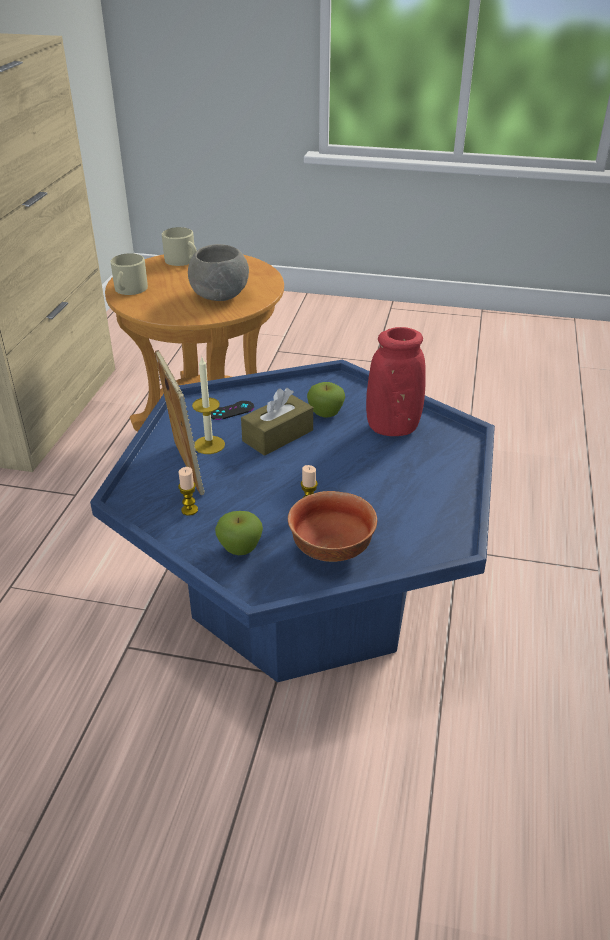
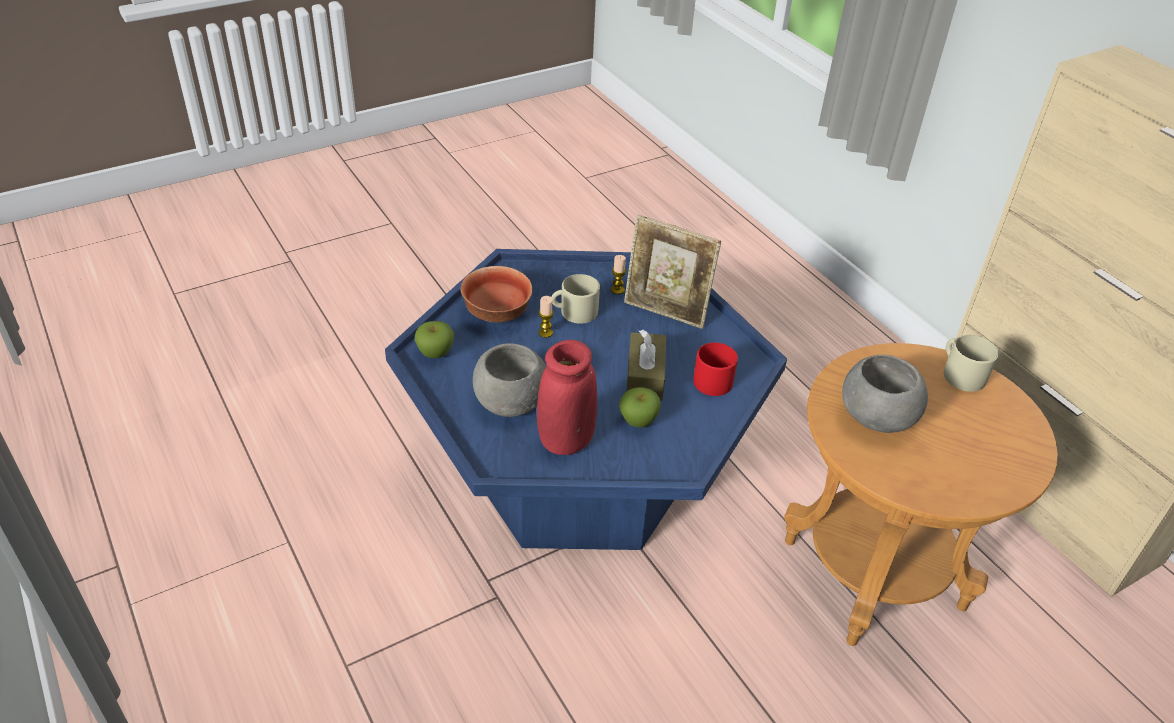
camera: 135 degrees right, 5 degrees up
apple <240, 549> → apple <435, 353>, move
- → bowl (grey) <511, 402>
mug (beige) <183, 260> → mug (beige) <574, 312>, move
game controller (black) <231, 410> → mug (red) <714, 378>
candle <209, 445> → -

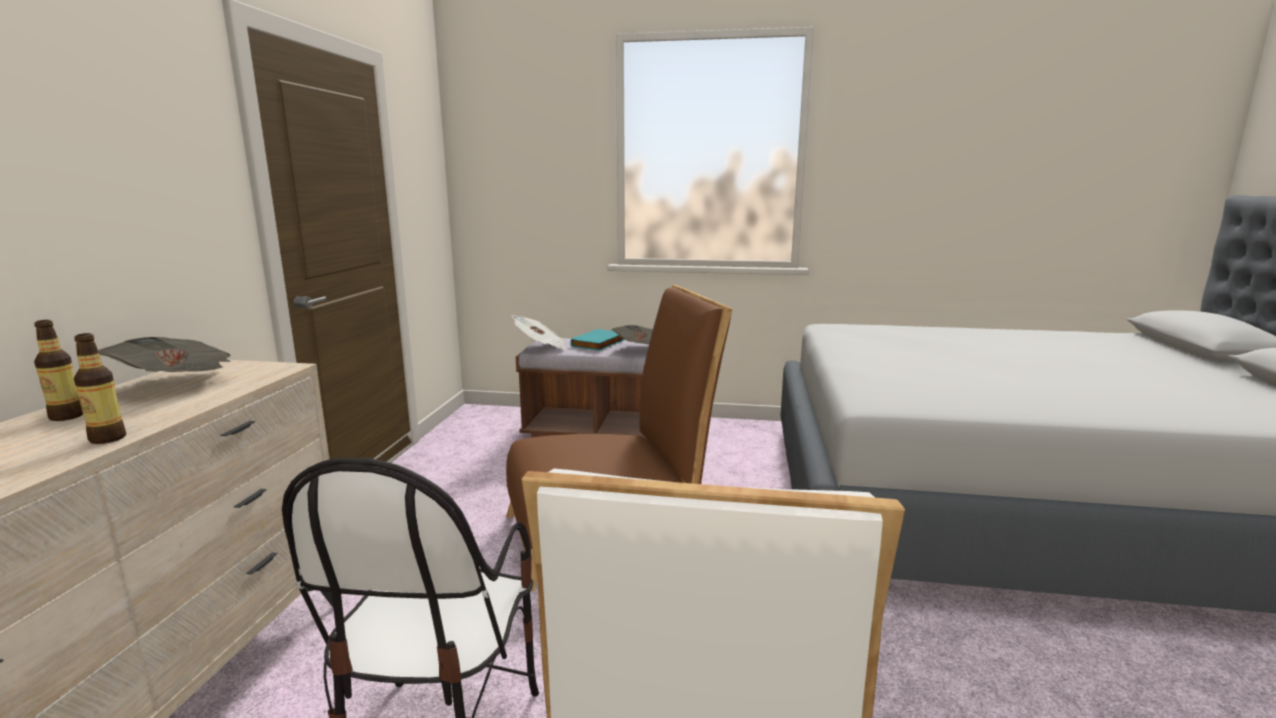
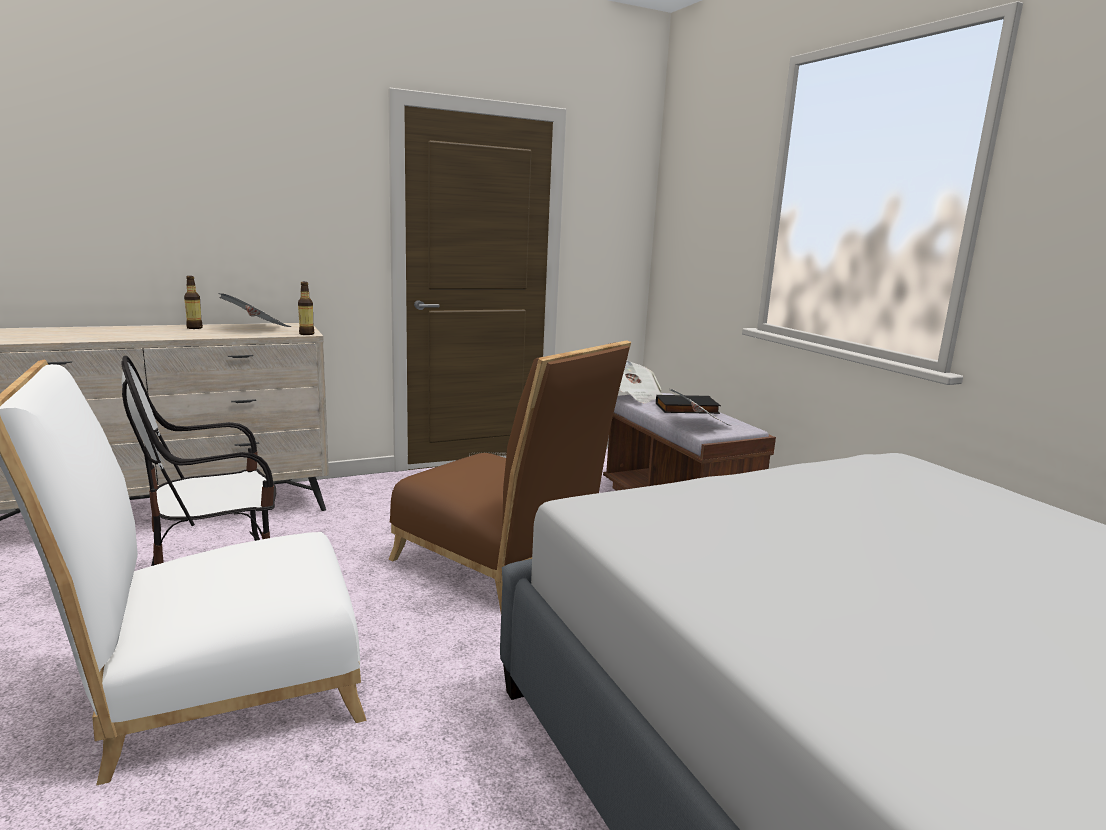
camera: 55 degrees right, 0 degrees up
bottle <108, 438> → bottle <306, 334>, move
book (turquoise) <599, 343> → book (black) <686, 409>

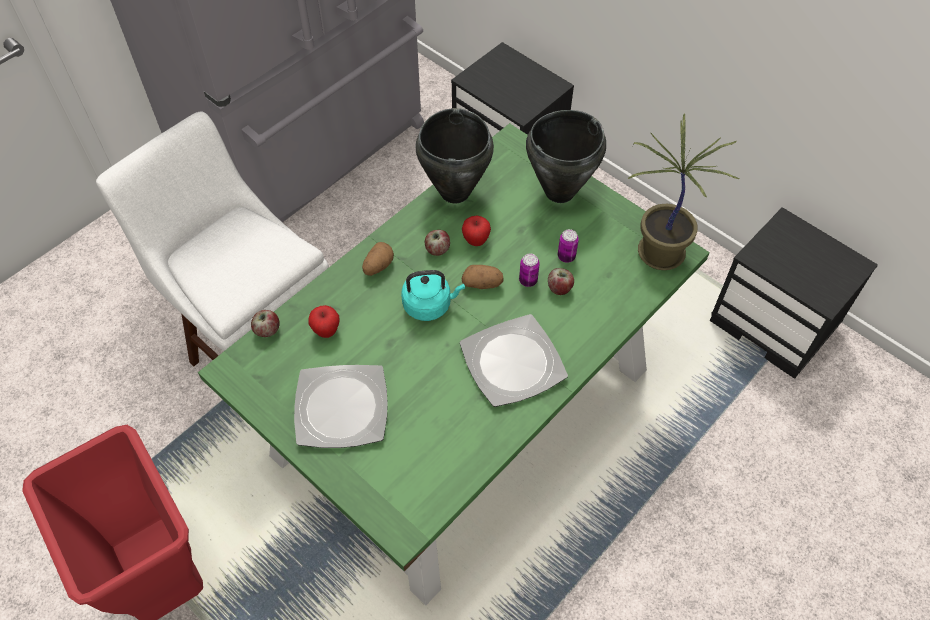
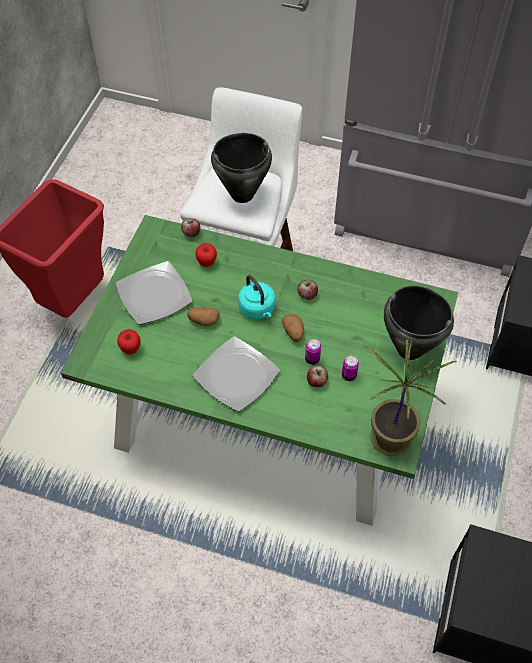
camera: 65 degrees right, 0 degrees up
apple <476, 241> → apple <131, 349>, move
potato <378, 266> → potato <203, 321>, move
cooking pot (black) <454, 192> → cooking pot (black) <241, 194>, move

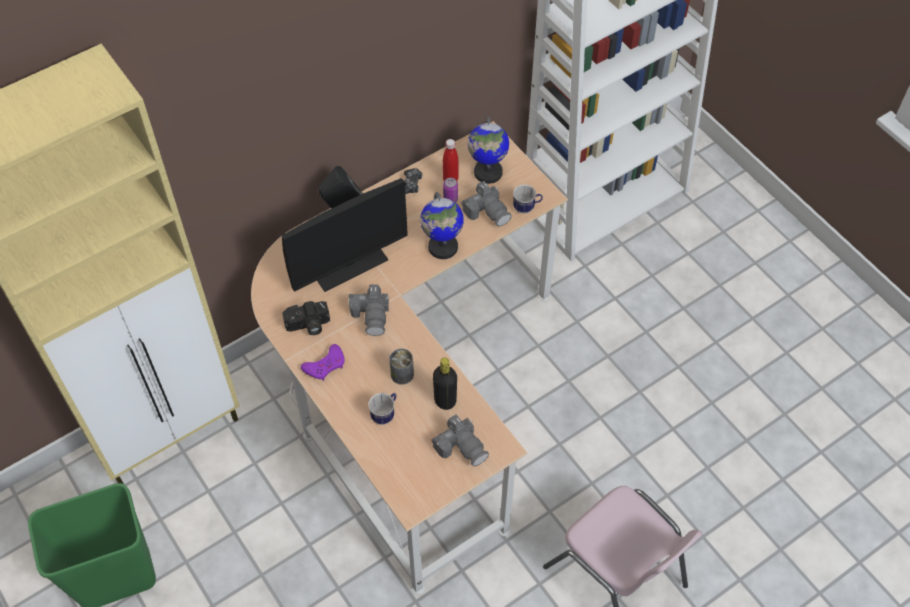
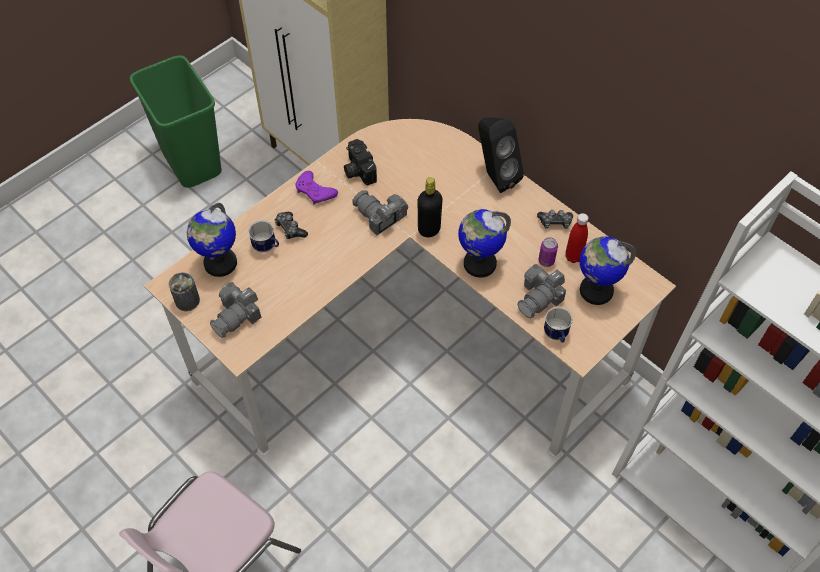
camera: 80 degrees right, 0 degrees up
can <402, 374> → can <187, 300>, move
- → globe <220, 263>
- → game controller <290, 229>
photo camera <372, 315> → photo camera <379, 217>, 60 degrees clockwise
bottle (black) <445, 400> → bottle (black) <429, 229>, move
monitor <348, 264> → -

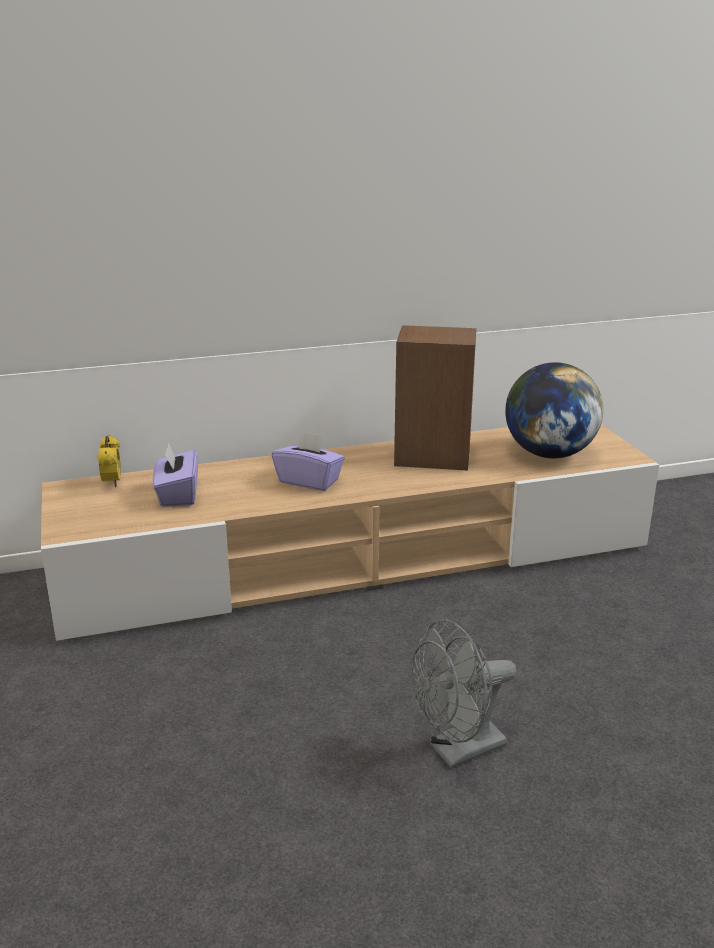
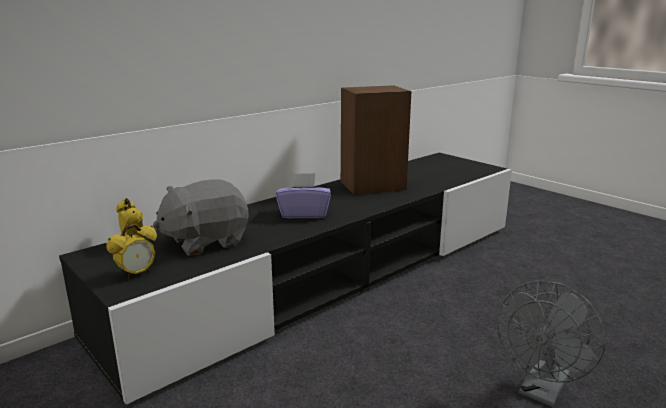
camera: 25 degrees left, 5 degrees down
tv stand (beige) <358, 560> → tv stand (black) <333, 275>
- → alarm clock <137, 274>
tissue box (purple) <177, 495> → plush toy (grey) <205, 241>
globe <549, 454> → -

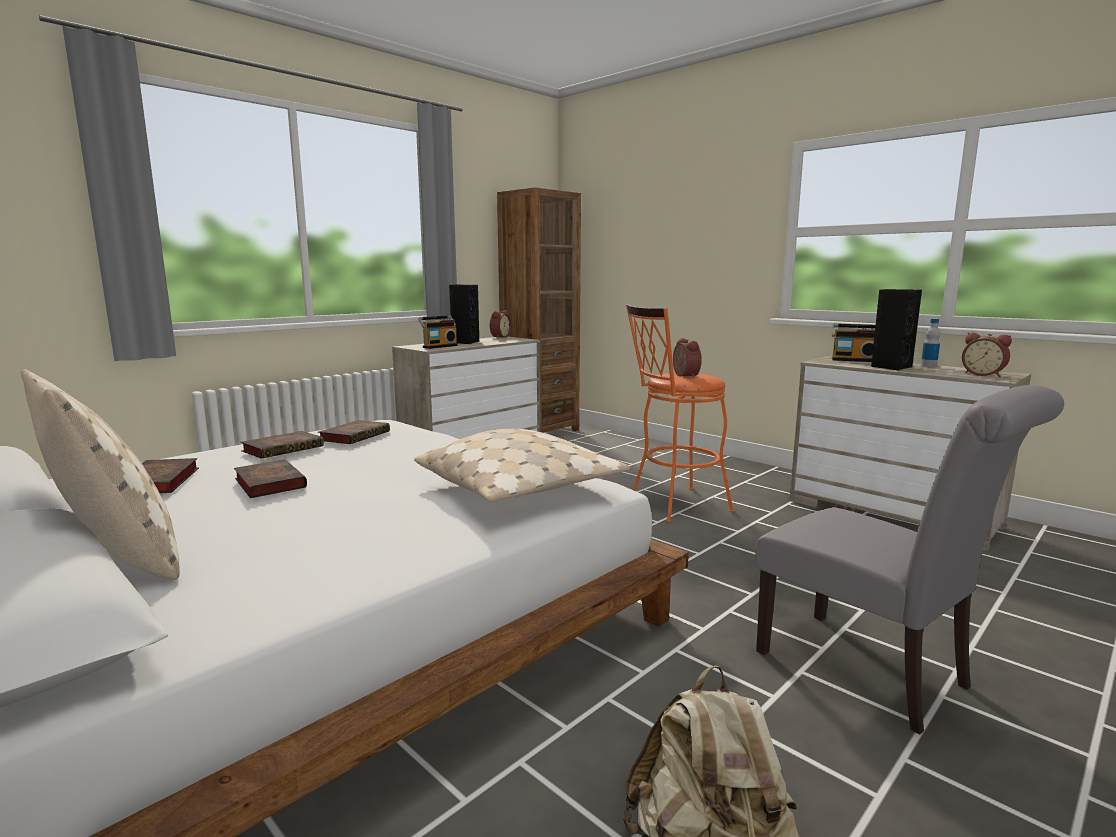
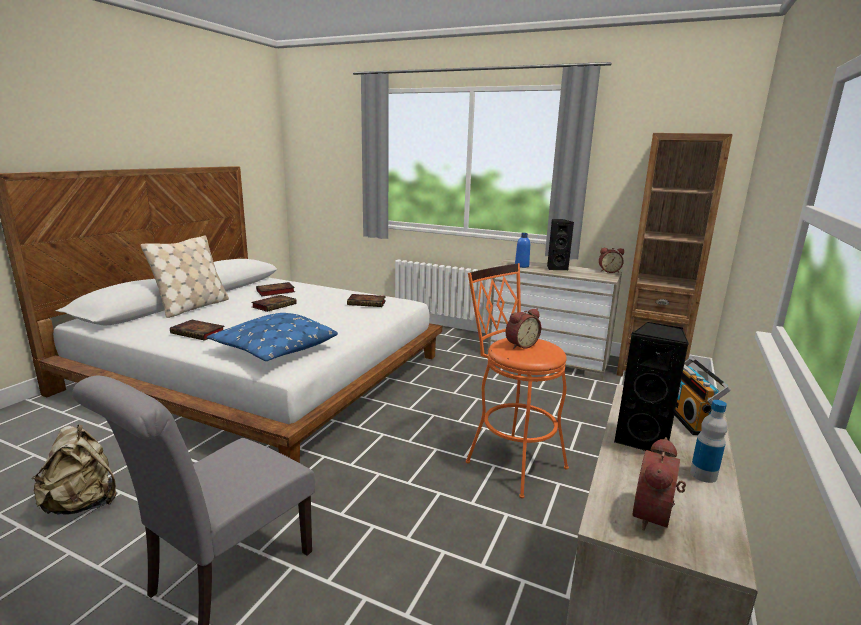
camera: 70 degrees right, 5 degrees up
book <284, 449> → book <199, 333>, move
pillow (beige) <521, 488> → pillow (blue) <273, 350>
radio <439, 346> → bottle (blue) <521, 266>

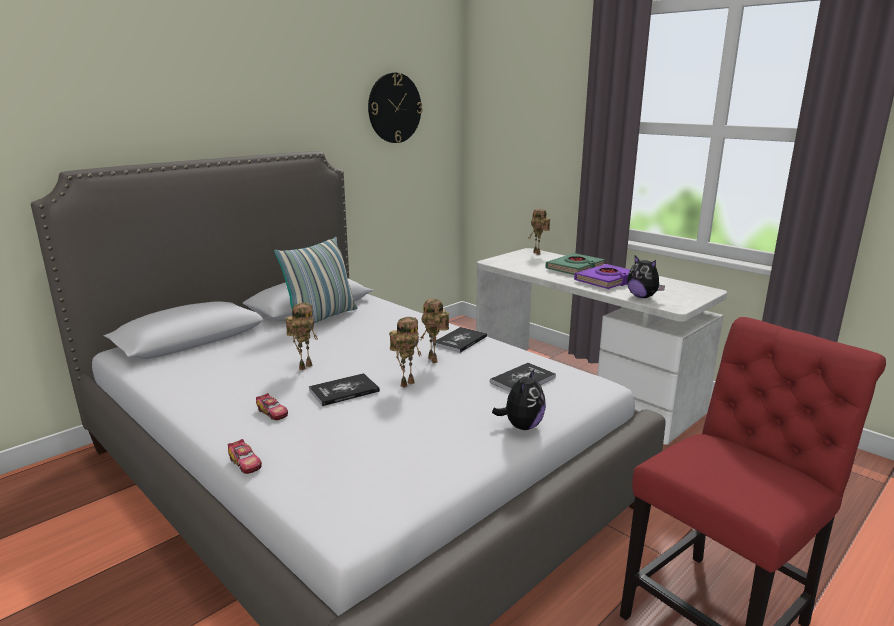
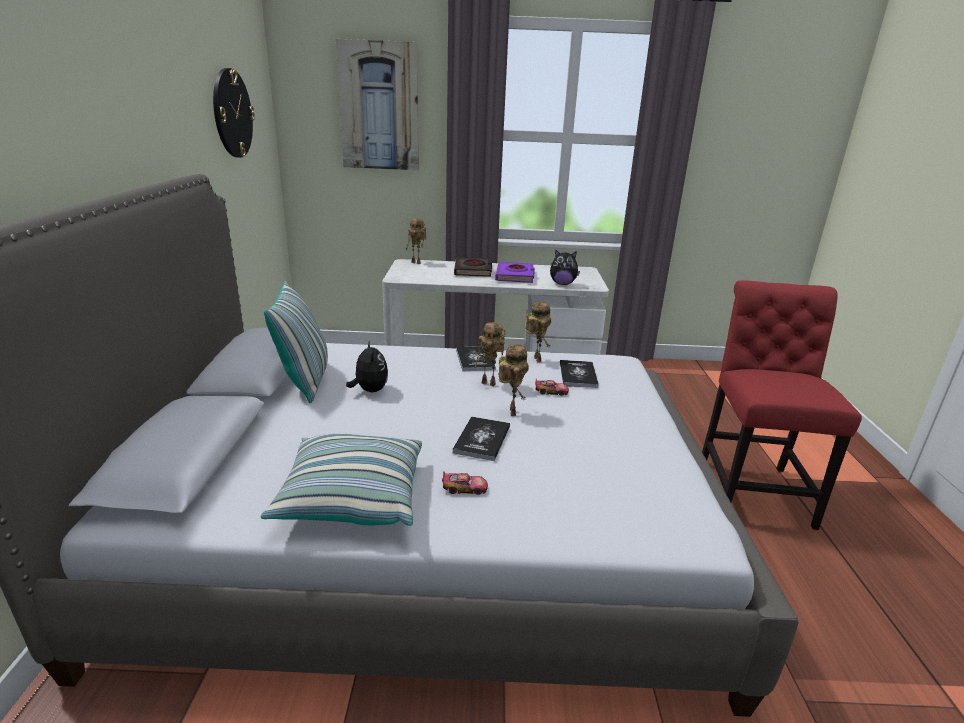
camera: 45 degrees left, 5 degrees up
- → pillow <352, 498>
- → picture <379, 107>
plush toy <521, 426> → plush toy <369, 390>, move
book (green) <575, 268> → book (black) <473, 270>
toy robot <305, 366> → toy robot <535, 359>, move
toy car <245, 463> → toy car <551, 391>, move

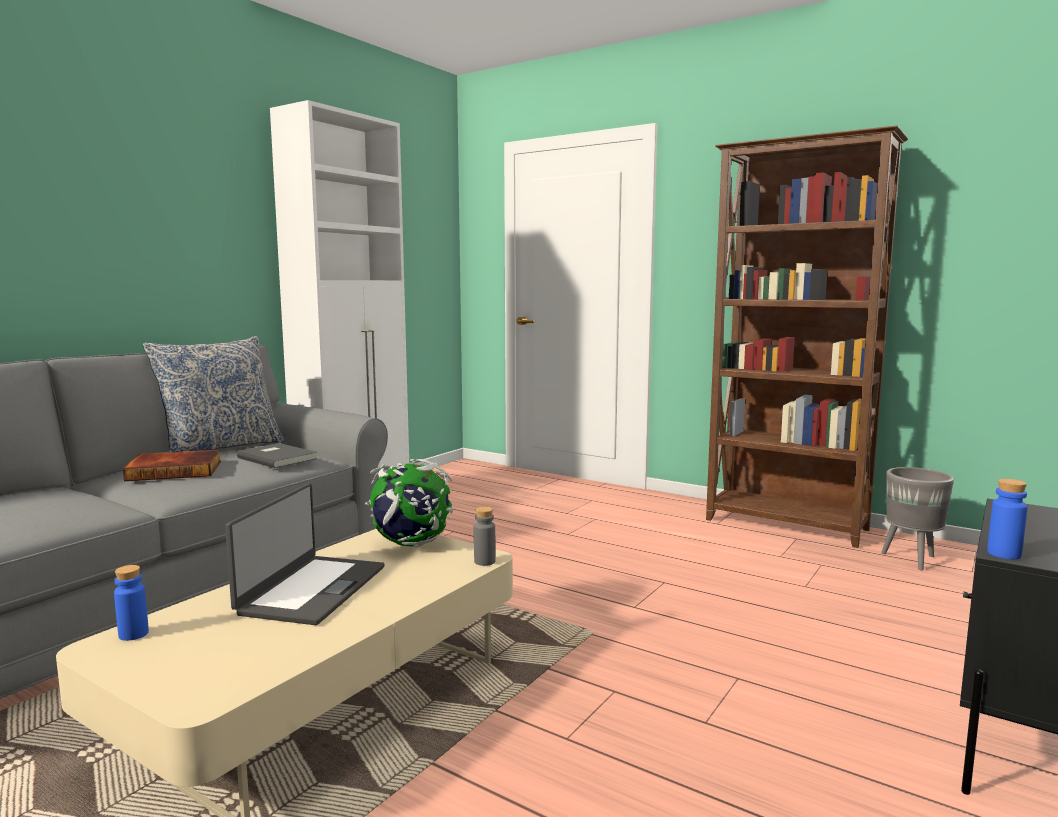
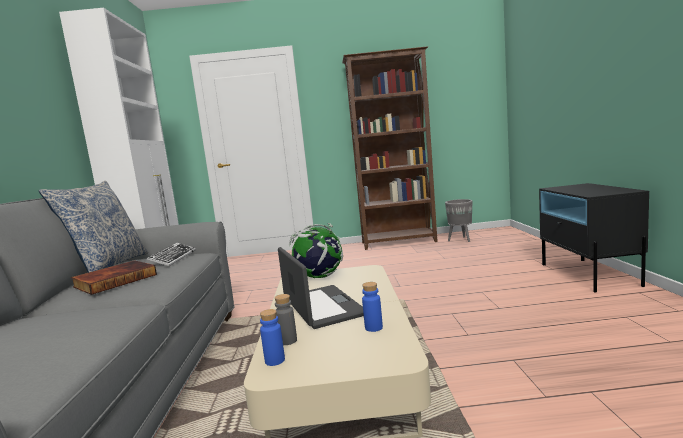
camera: 35 degrees left, 0 degrees up
book (grey) <278, 458> → keyboard <173, 258>
bottle (grey) <484, 561> → bottle (grey) <288, 341>, move
bottle (blue) <1004, 554> → bottle (blue) <373, 328>, move

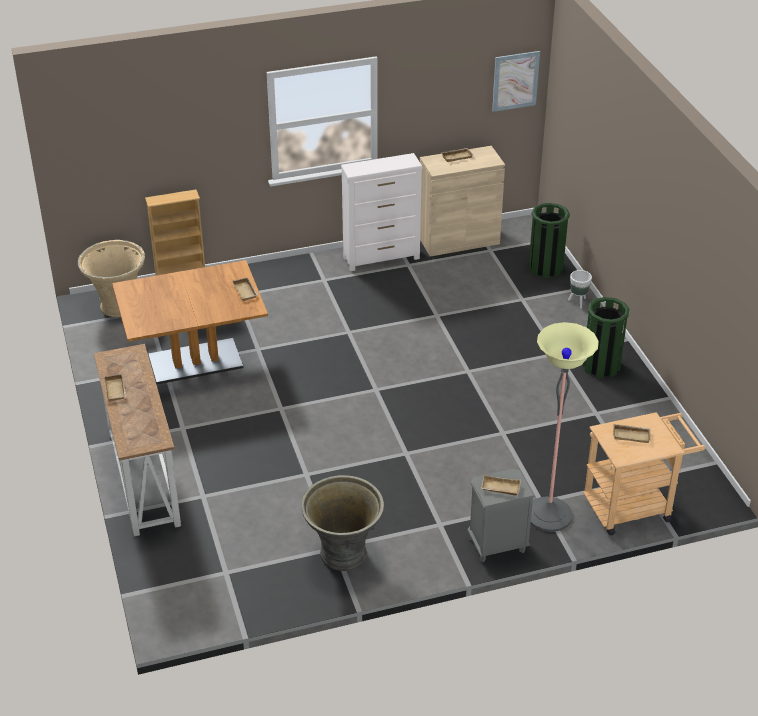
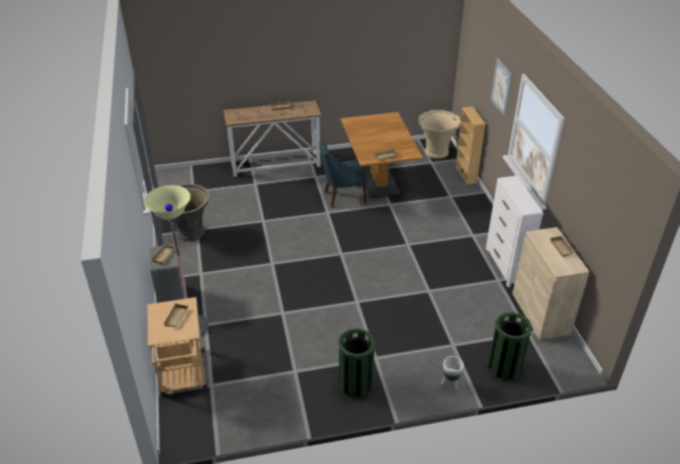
camera: 95 degrees right, 0 degrees up
- → chair (blue) <342, 197>
picture <515, 81> → picture <501, 87>, move

